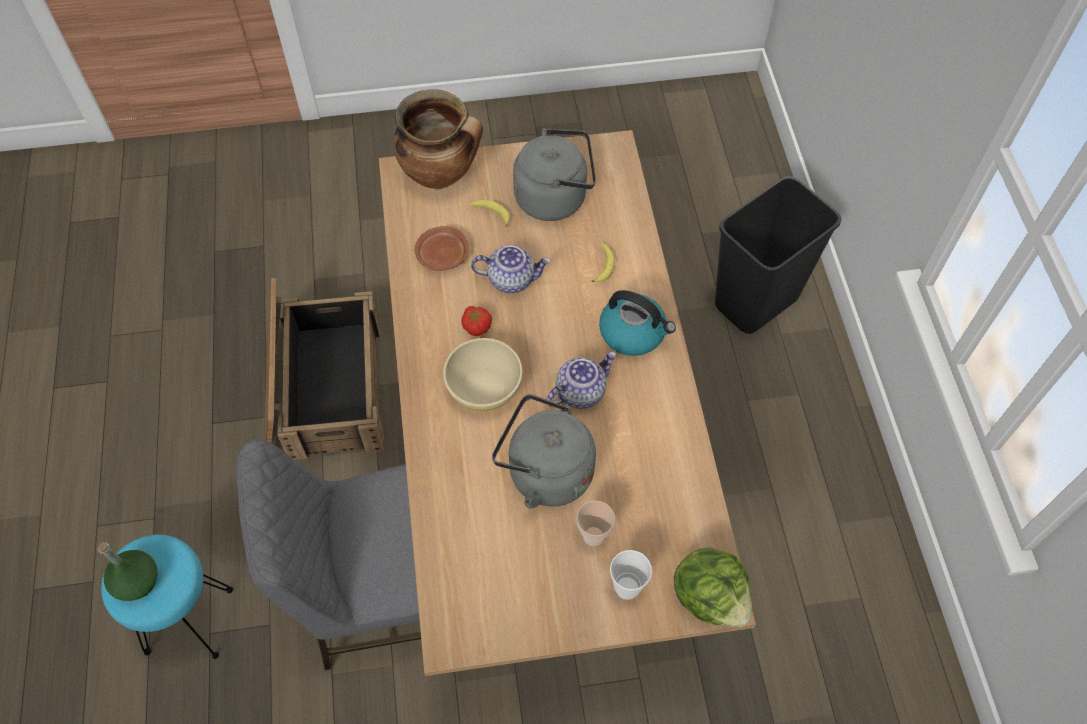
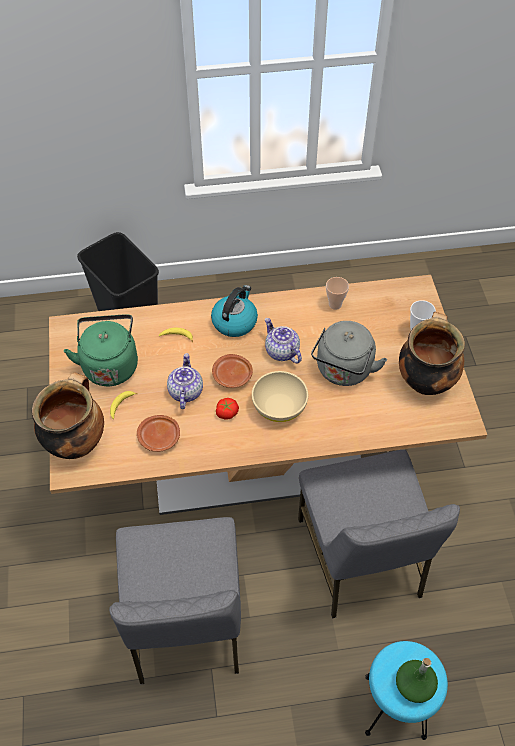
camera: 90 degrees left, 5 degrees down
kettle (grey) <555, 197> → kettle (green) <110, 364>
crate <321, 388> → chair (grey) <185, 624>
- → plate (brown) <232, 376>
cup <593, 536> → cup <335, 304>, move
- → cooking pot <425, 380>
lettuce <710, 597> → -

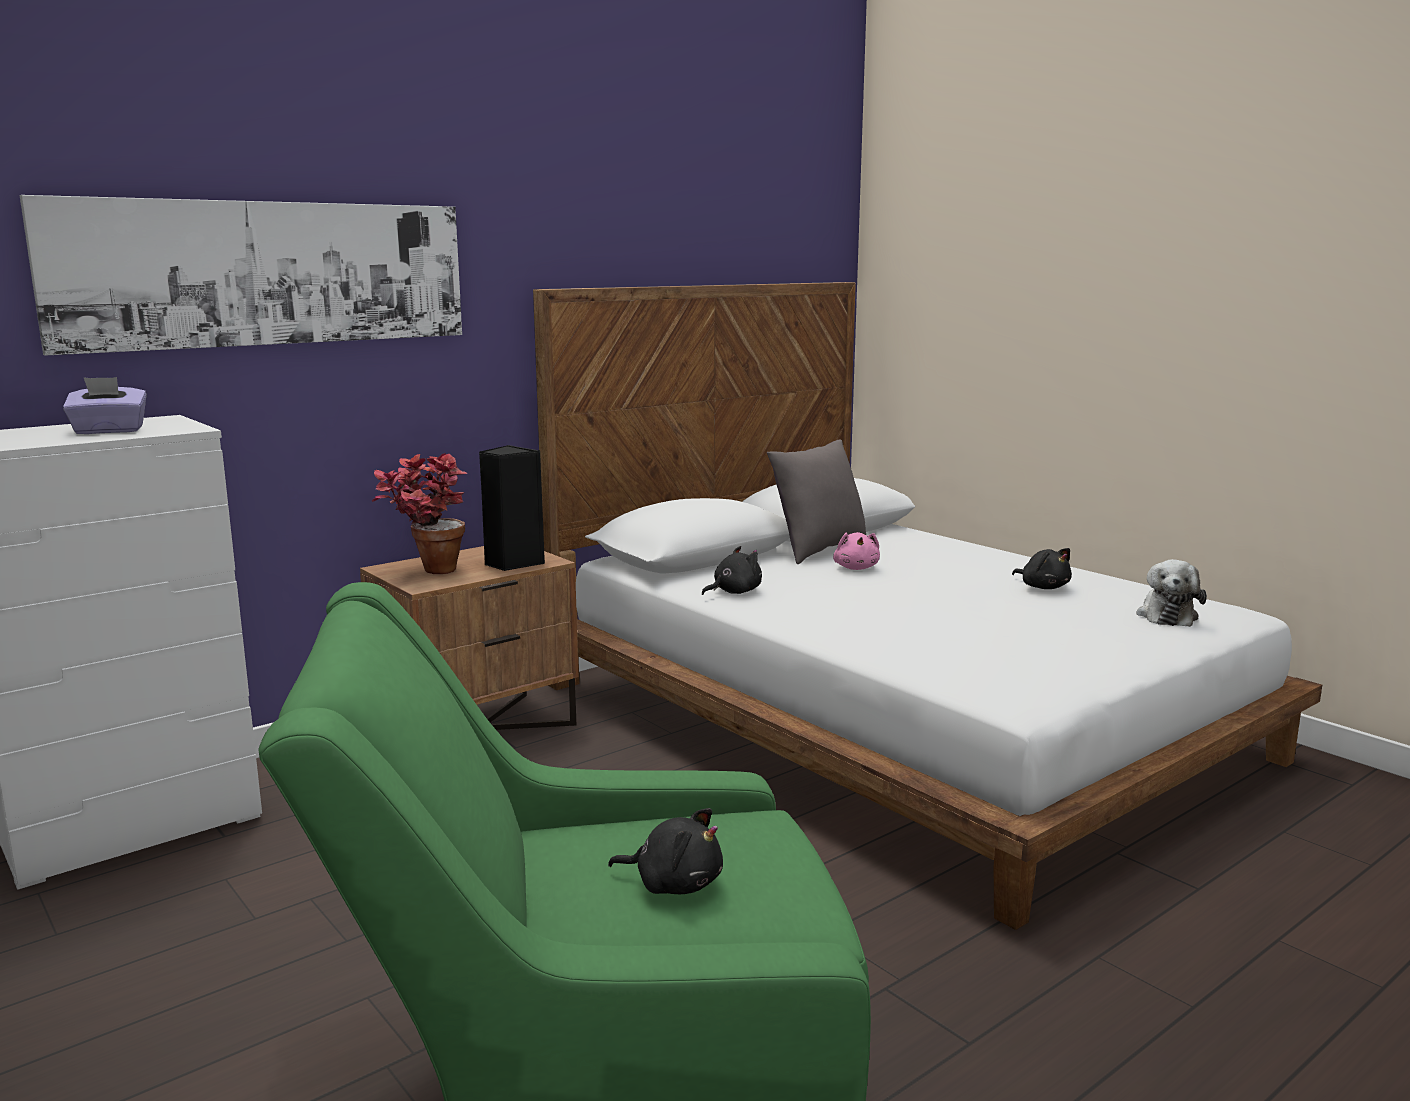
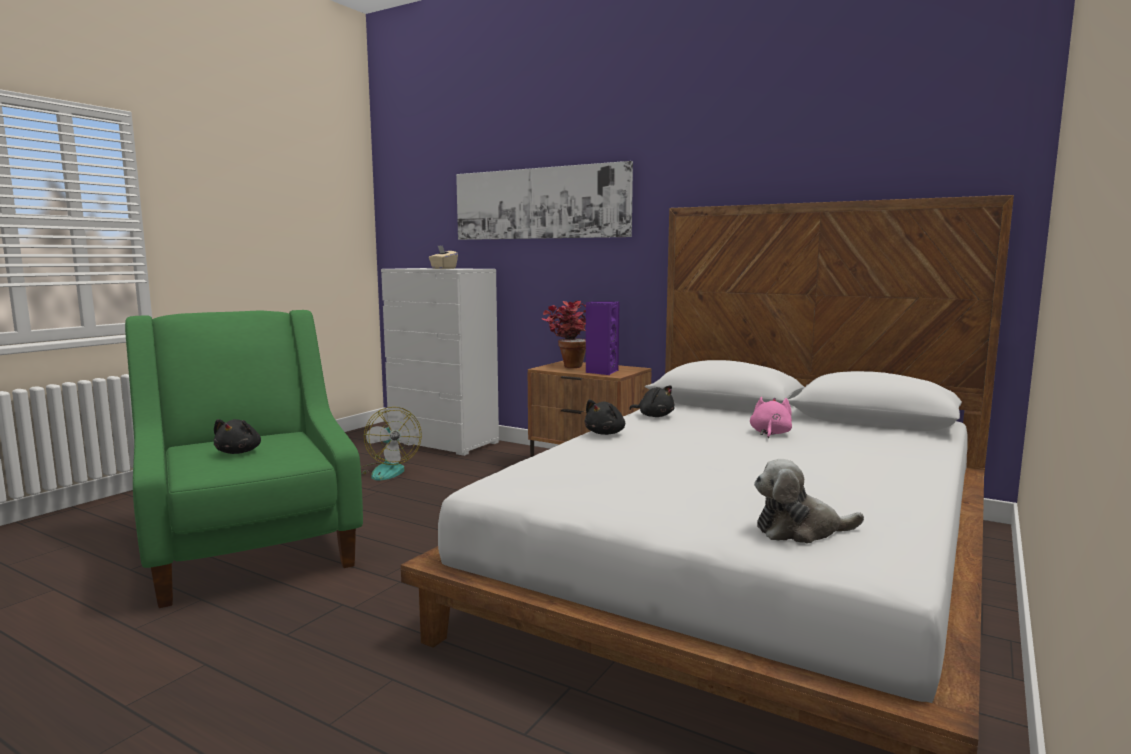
camera: 70 degrees right, 5 degrees down
- → fan <384, 471>
tissue box (purple) <109, 431> → tissue box (beige) <443, 268>
plush toy (black) <1043, 587> → plush toy (black) <606, 433>, move
speaker (black) <512, 563> → speaker (purple) <601, 372>
plush toy (pink) <856, 568> → plush toy (pink) <770, 433>, 135 degrees clockwise
pillow (grey) <817, 550> → -

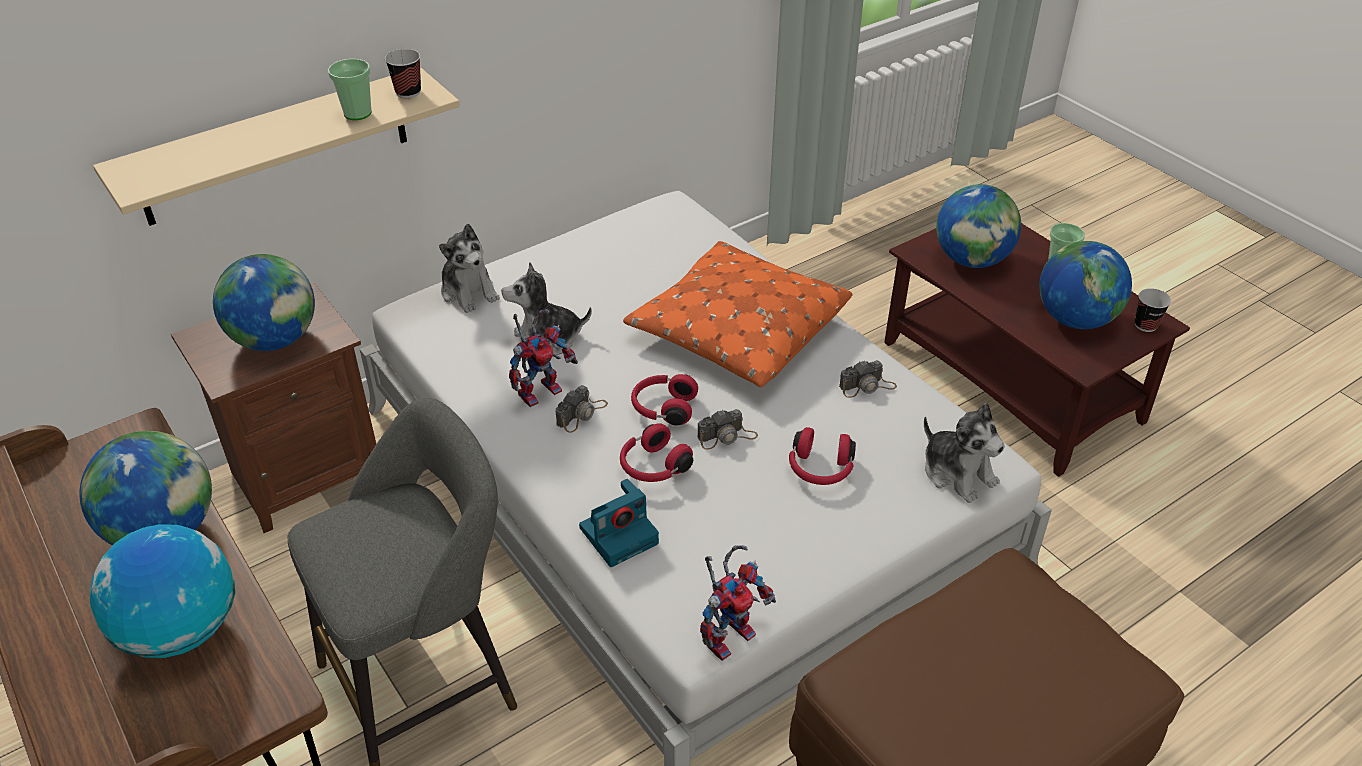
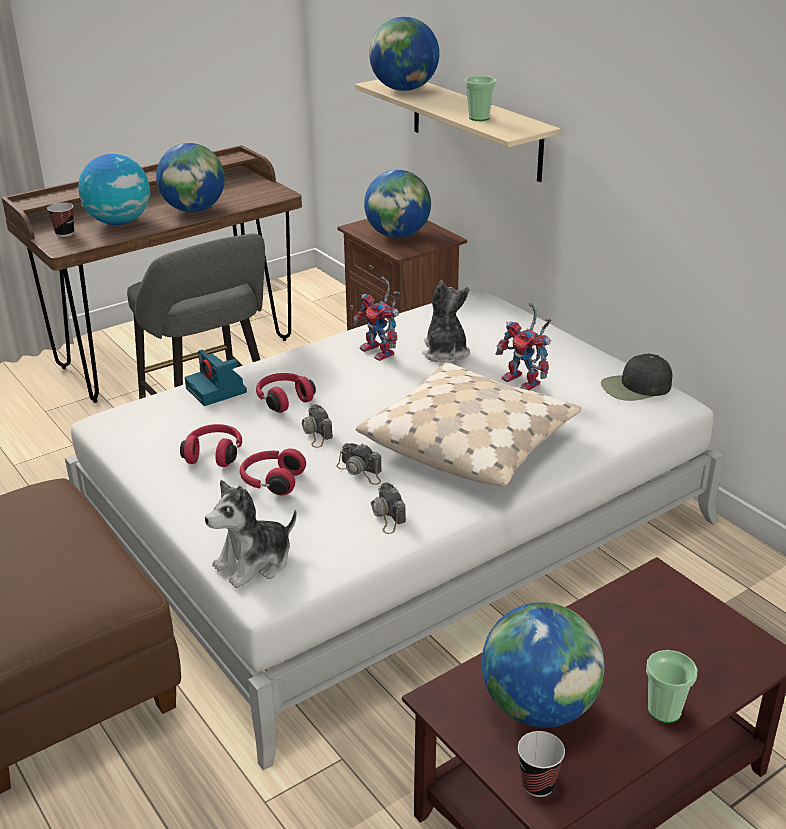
camera: 90 degrees right, 10 degrees down
cup <408, 92> → cup <65, 233>, move
headphones (red) <663, 408> → headphones (red) <214, 454>, move
photo camera <582, 414> → photo camera <361, 471>, move
pillow (orange) <737, 330> → pillow (beige) <470, 442>
globe <972, 260> → globe <404, 89>, move
toy robot <729, 633> → toy robot <525, 382>, move
- → cap (black) <636, 387>
plush toy <469, 292> → -

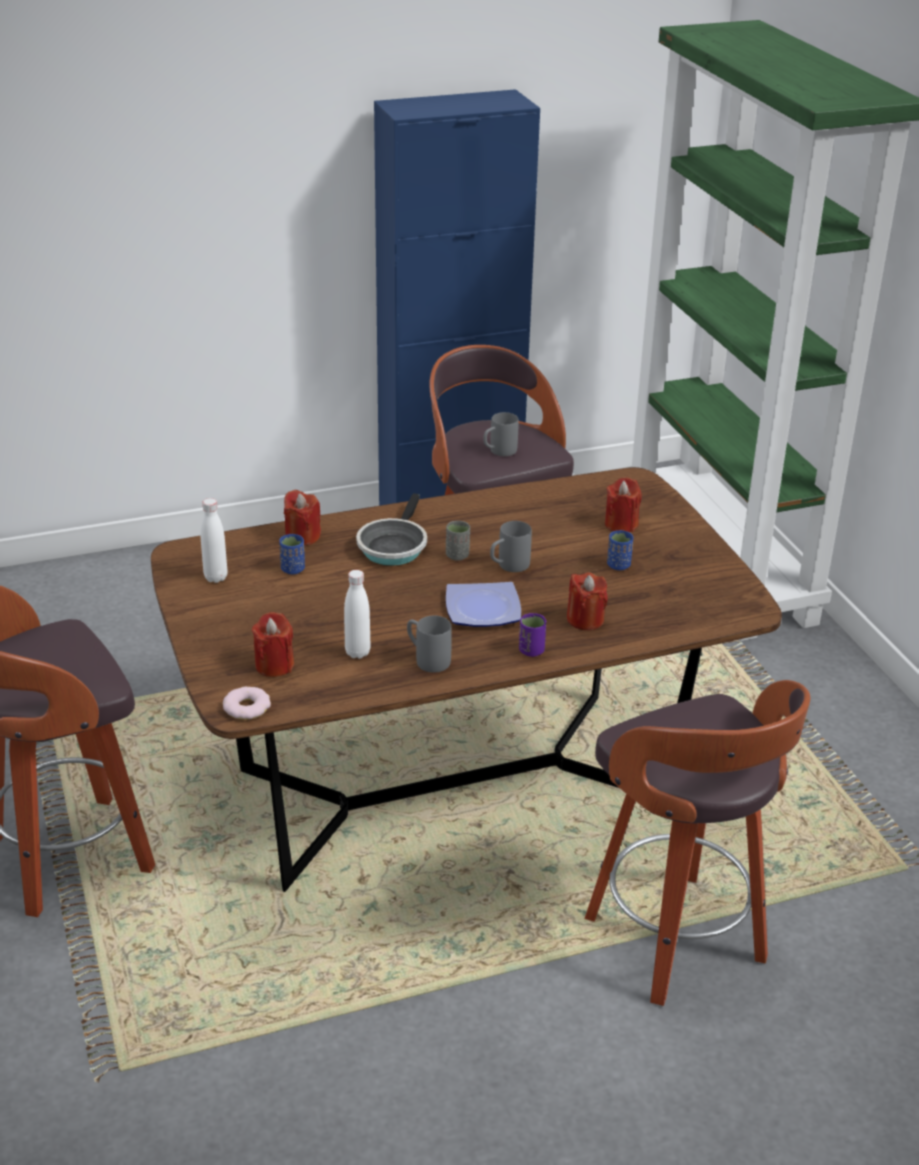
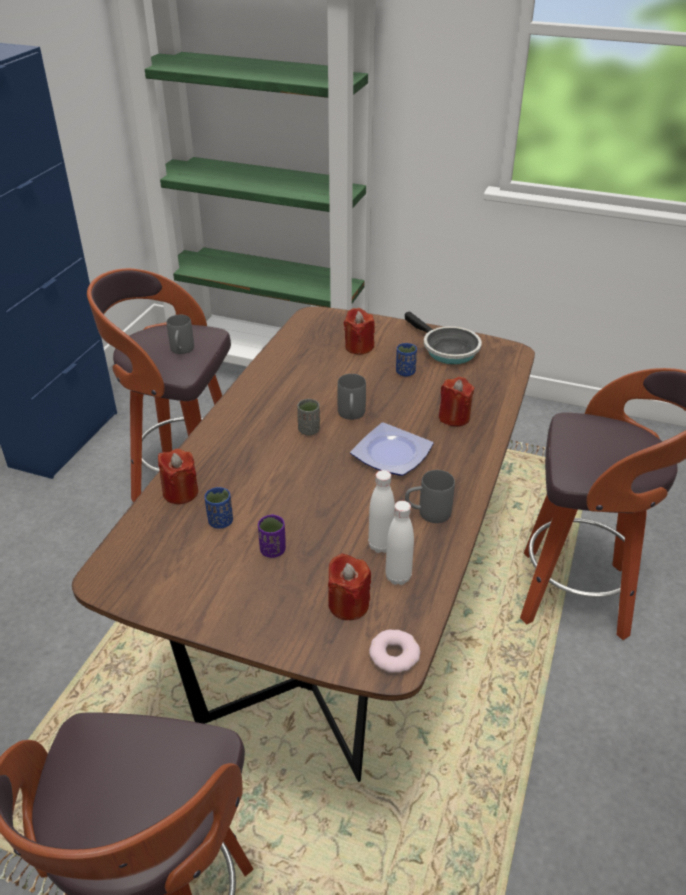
camera: 50 degrees left, 5 degrees up
cup (purple) <531, 651> → cup (purple) <273, 550>, move
bottle (white) <216, 577> → bottle (white) <398, 577>, move
frying pan <393, 546> → frying pan <447, 349>, move

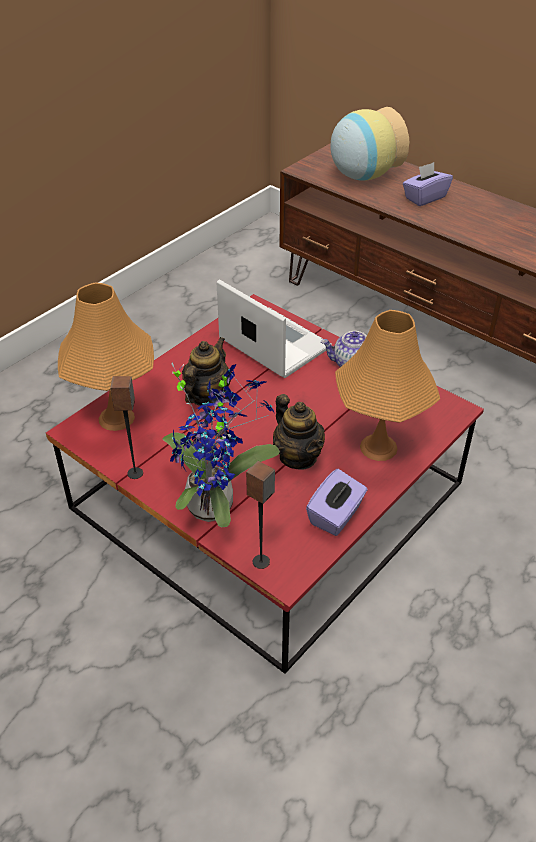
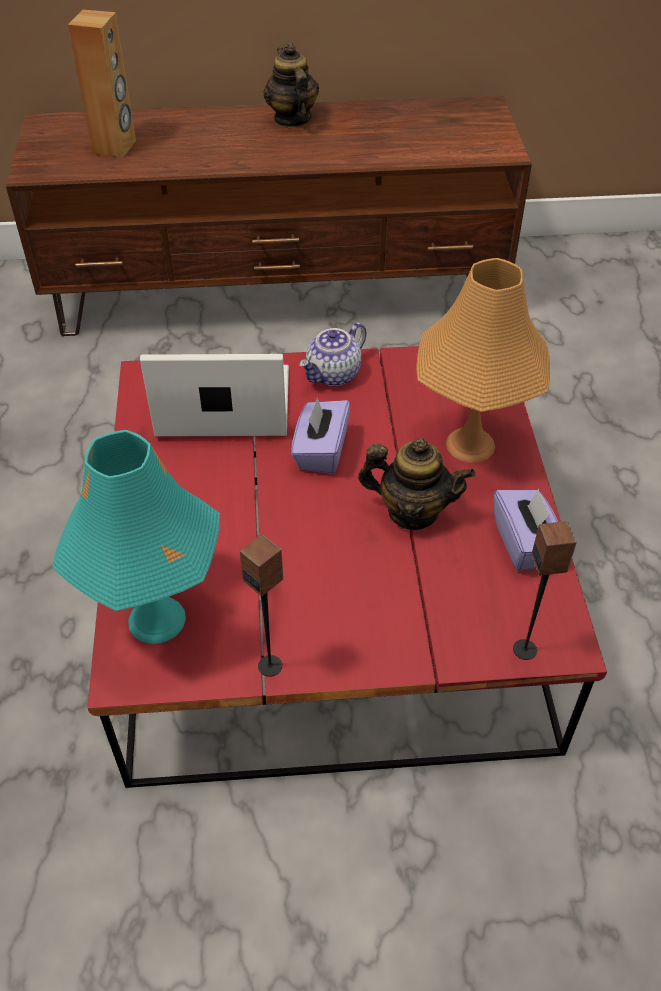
camera: 45 degrees left, 5 degrees up
table lamp (orange) <116, 418> → table lamp (turquoise) <156, 620>
vase <362, 175> → speaker (brown) <115, 147>
teapot <206, 396> → teapot <291, 119>, move
tissue box (purple) <424, 197> → tissue box (purple) <321, 451>, move
potted plant <215, 503> → -

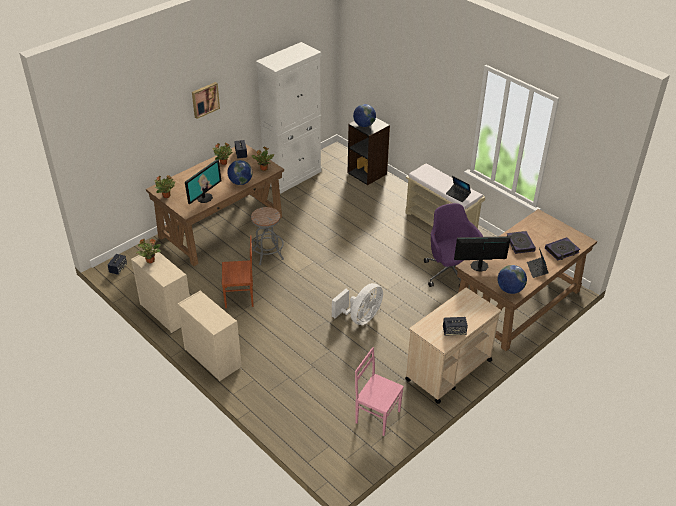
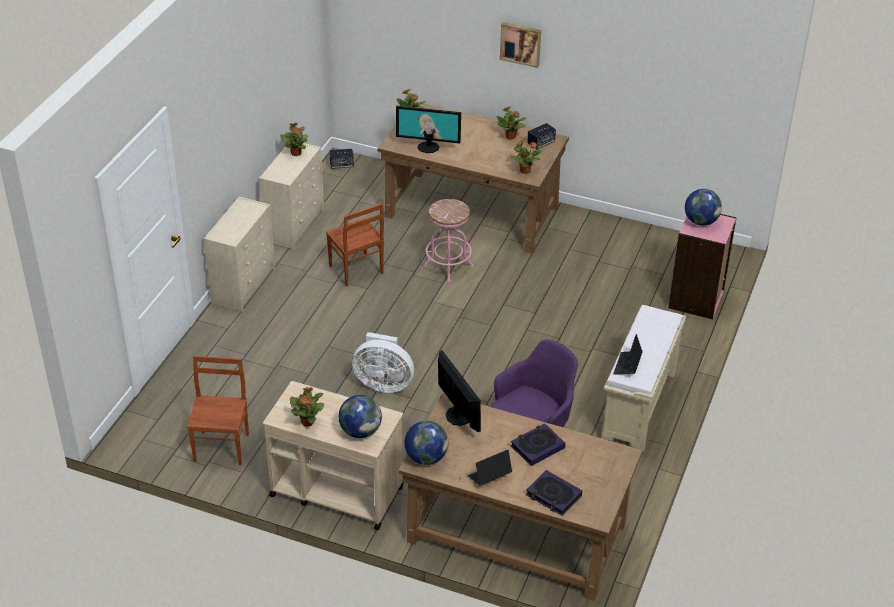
camera: 65 degrees right, 0 degrees up
chair (pink) <377, 416> → chair (brown) <222, 447>
speaker <454, 331> → potted plant <307, 422>
globe <240, 182> → globe <360, 431>, move
stool (grey) <268, 254> → stool (pink) <448, 266>
bookcase (black) <367, 173> → bookcase (pink) <697, 300>
cabinet (white) <292, 176> → -

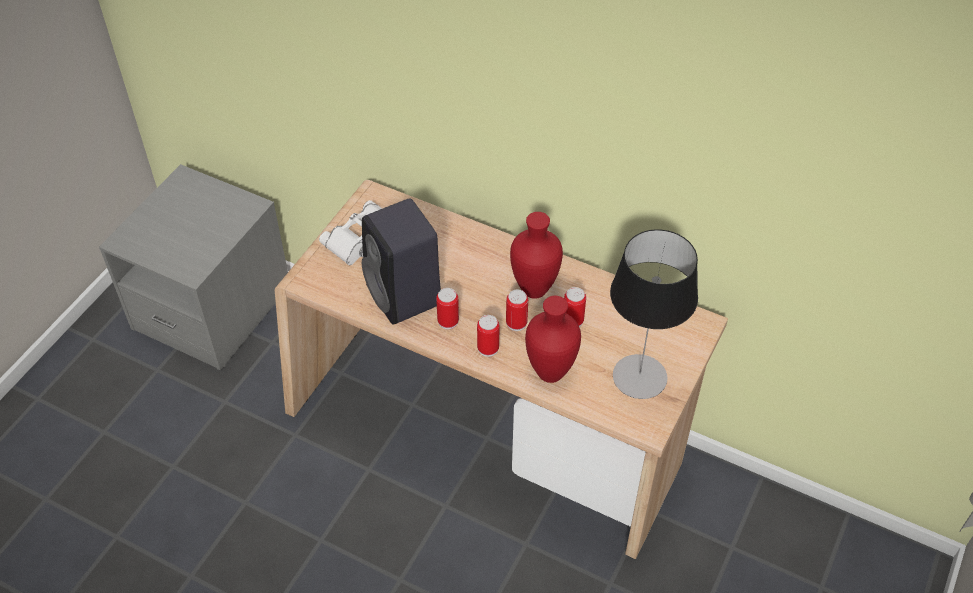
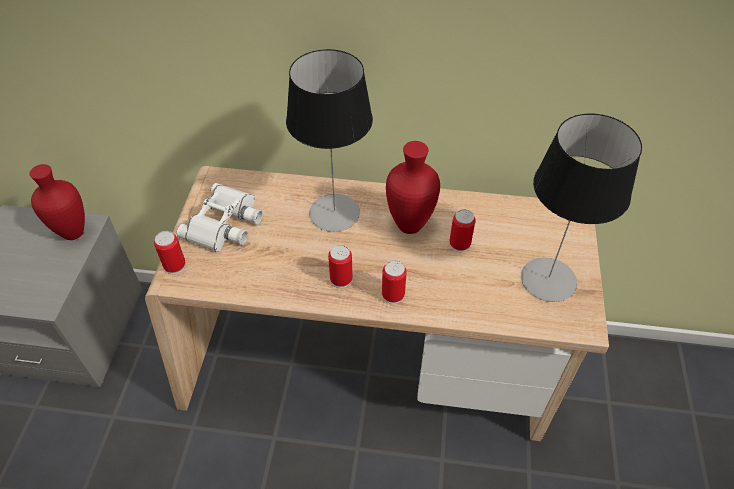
camera: 20 degrees left, 0 degrees up
vase (red) <548, 373> → vase (red) <72, 233>, move
can <516, 323> → can <175, 266>, move
- → table lamp <334, 213>
speaker (black) <405, 296> → -

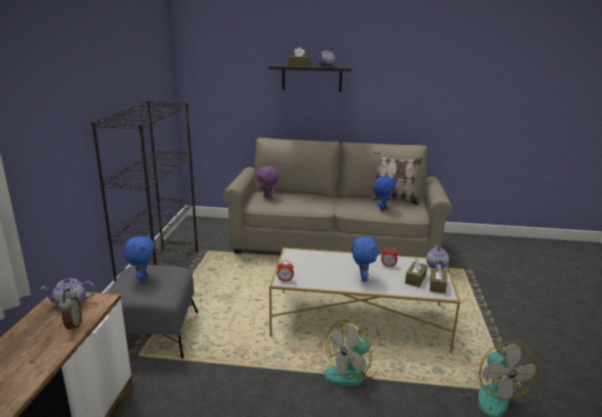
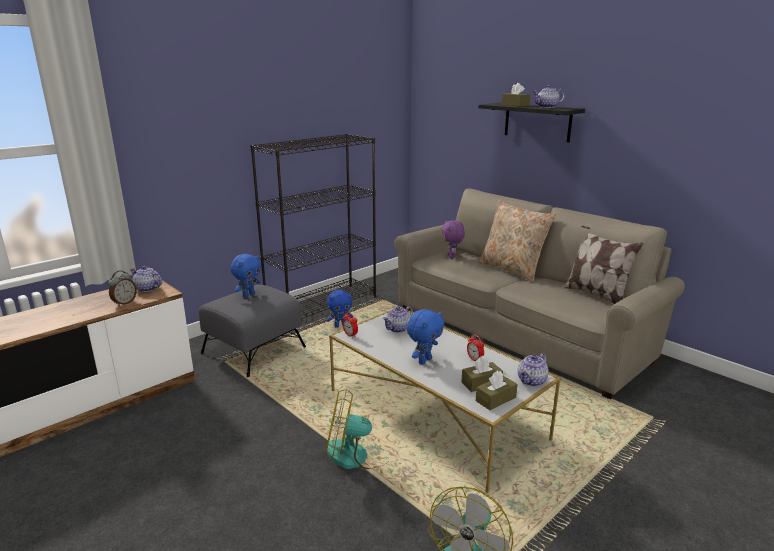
camera: 40 degrees right, 0 degrees up
plush toy (blue) <382, 209> → plush toy (blue) <340, 326>, move
- → teapot <398, 329>
- → pillow (beige) <512, 269>

